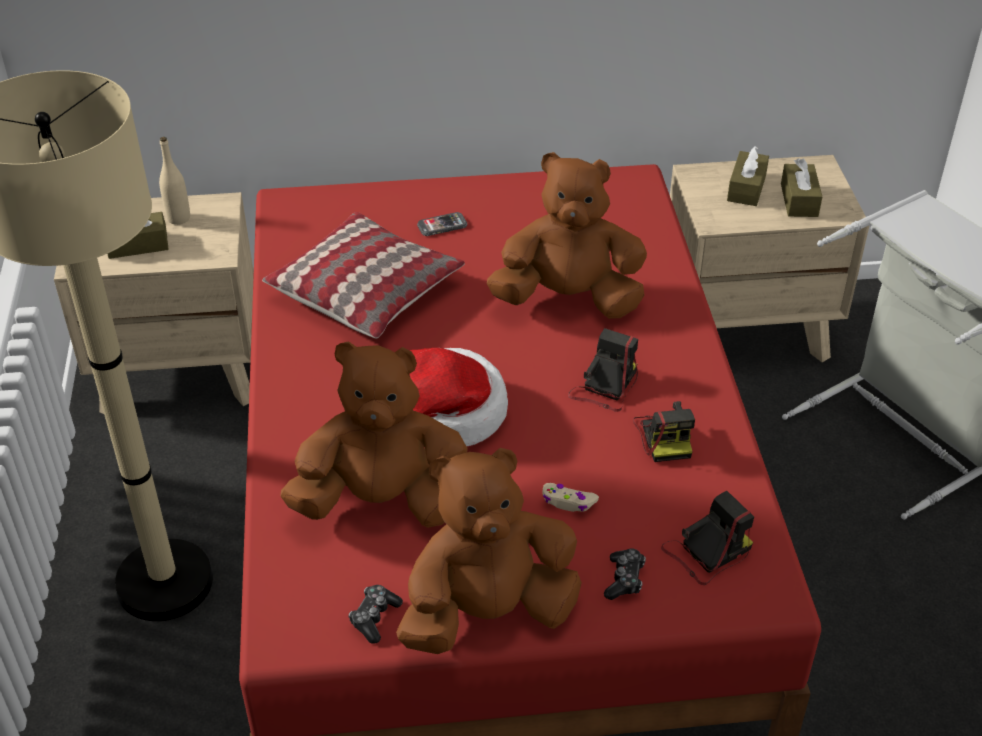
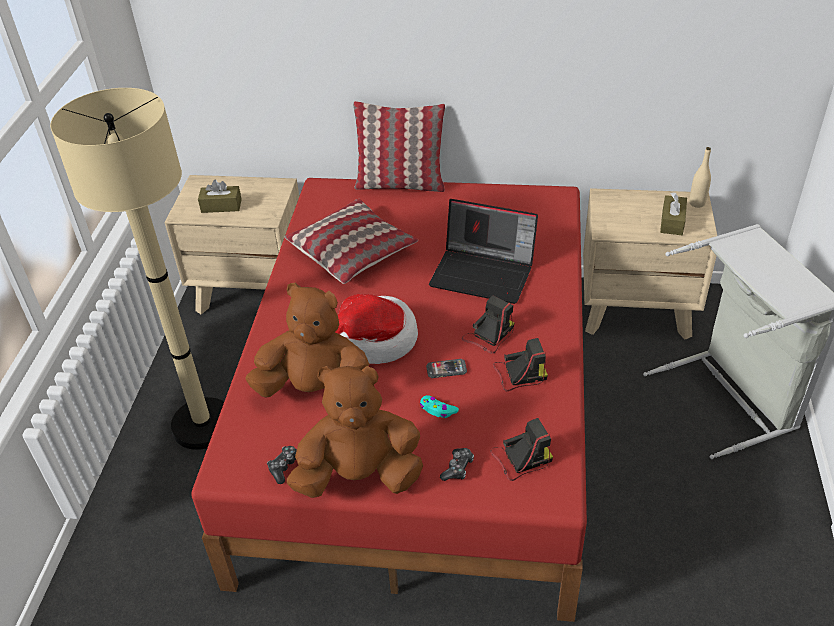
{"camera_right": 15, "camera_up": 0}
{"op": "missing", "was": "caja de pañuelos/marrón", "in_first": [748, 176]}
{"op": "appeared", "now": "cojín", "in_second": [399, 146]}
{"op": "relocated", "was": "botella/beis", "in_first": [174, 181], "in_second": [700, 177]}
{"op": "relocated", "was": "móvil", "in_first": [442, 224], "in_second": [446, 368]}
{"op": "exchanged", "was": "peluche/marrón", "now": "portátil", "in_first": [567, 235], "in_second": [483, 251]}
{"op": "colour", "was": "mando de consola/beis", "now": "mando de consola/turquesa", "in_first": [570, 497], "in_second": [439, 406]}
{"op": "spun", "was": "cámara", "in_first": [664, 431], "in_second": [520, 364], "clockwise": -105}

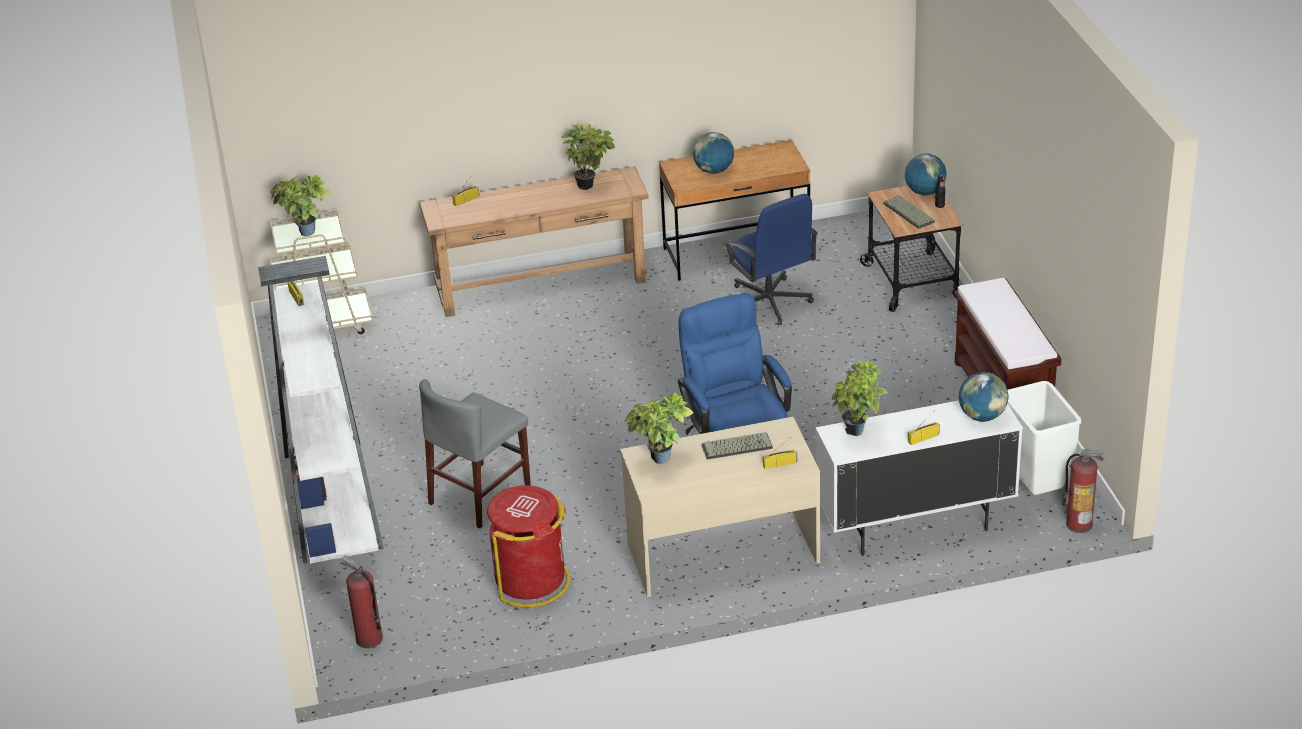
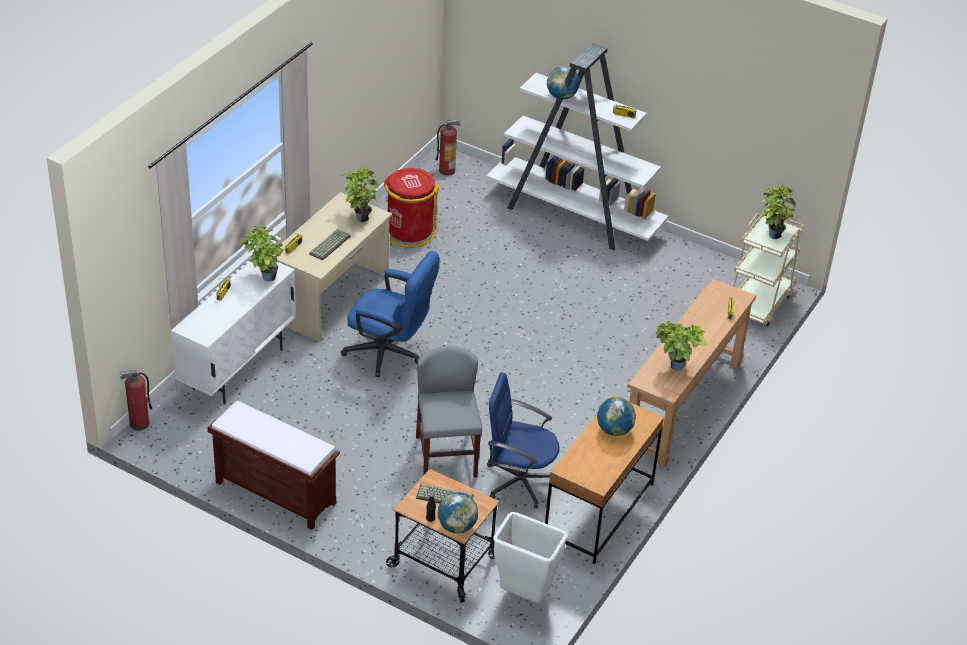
{"camera_right": 130, "camera_up": 5}
{"op": "relocated", "was": "silla/gris", "in_first": [475, 454], "in_second": [449, 412]}
{"op": "relocated", "was": "globo terráqueo", "in_first": [984, 397], "in_second": [563, 82]}
{"op": "relocated", "was": "papelera/blanco", "in_first": [1044, 438], "in_second": [530, 557]}

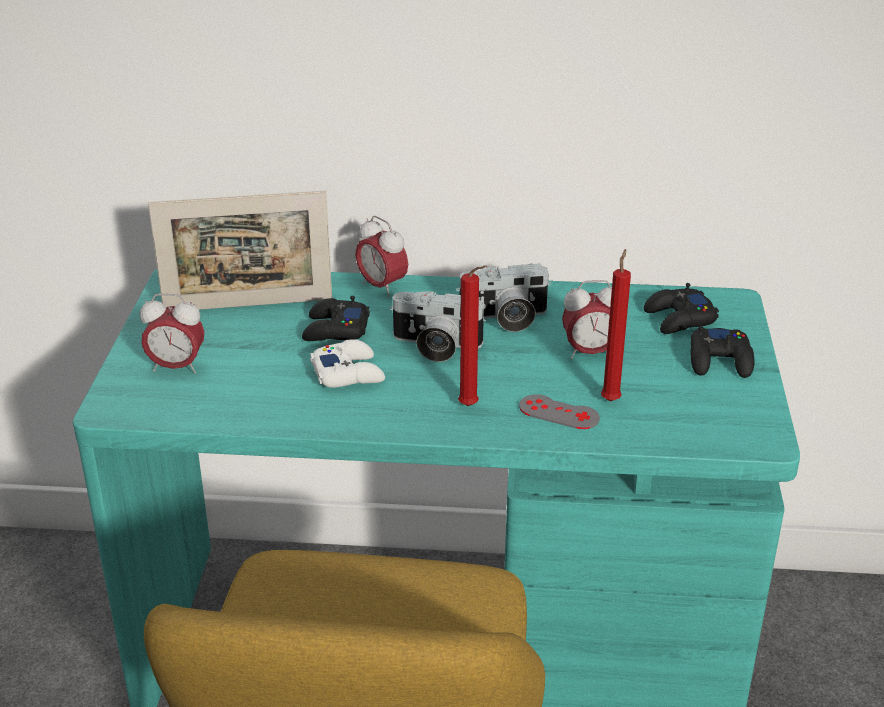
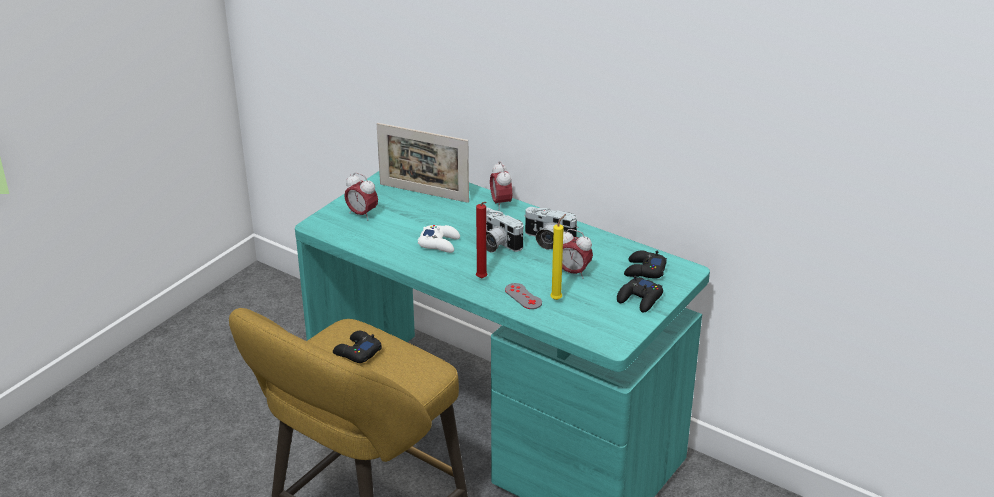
{"camera_right": 30, "camera_up": 0}
{"op": "relocated", "was": "mando de consola/negro", "in_first": [336, 318], "in_second": [357, 347]}
{"op": "colour", "was": "vela/rojo", "now": "vela/amarillo", "in_first": [616, 325], "in_second": [558, 257]}

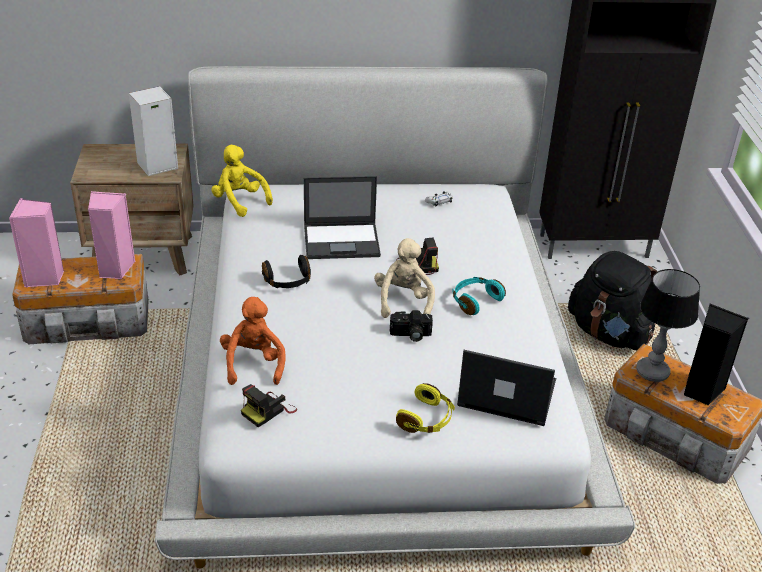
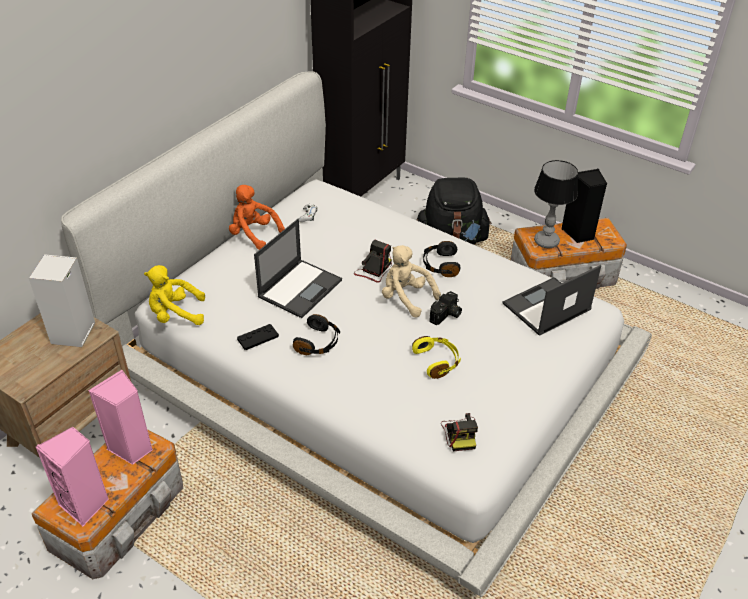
{"camera_right": -50, "camera_up": 5}
{"op": "appeared", "now": "mando de consola/negro", "in_second": [258, 337]}
{"op": "relocated", "was": "peluche/naranja", "in_first": [252, 341], "in_second": [257, 217]}
{"op": "relocated", "was": "auriculares/amarillo", "in_first": [425, 408], "in_second": [436, 357]}
{"op": "colour", "was": "auriculares/turquesa", "now": "auriculares/negro", "in_first": [479, 296], "in_second": [441, 259]}

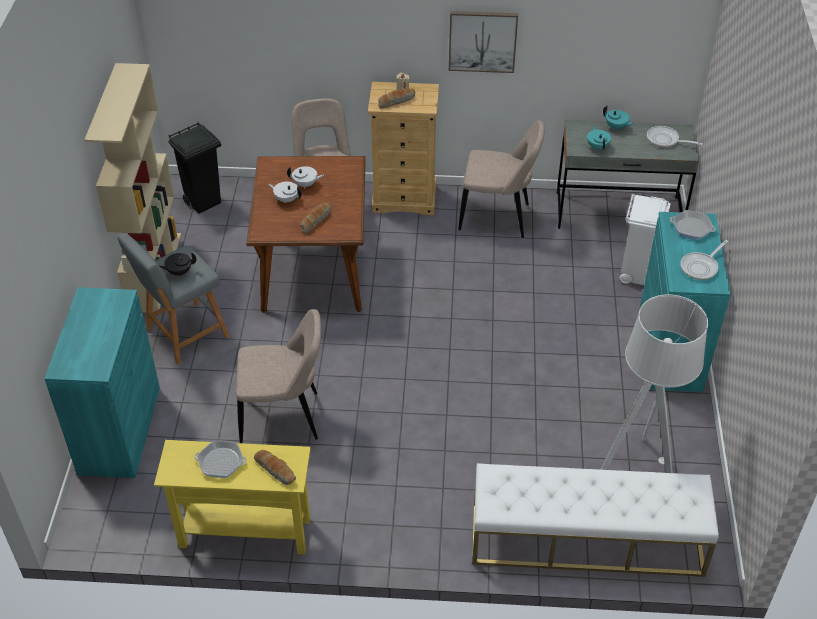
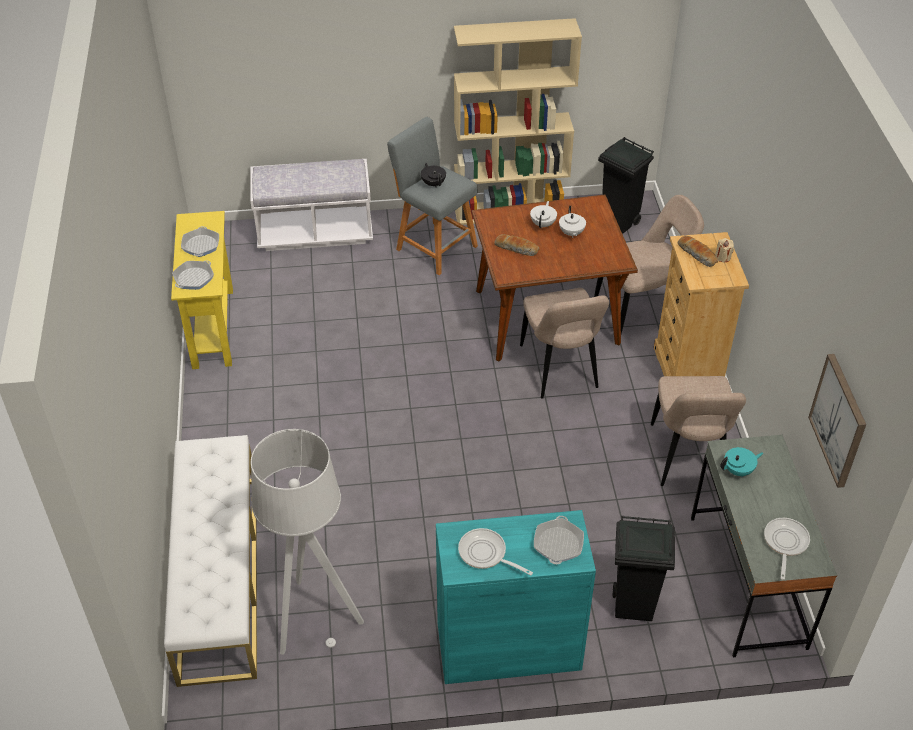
{"camera_right": 80, "camera_up": 0}
{"op": "missing", "was": "tetera/turquesa", "in_first": [619, 117]}
{"op": "relocated", "was": "silla/beis", "in_first": [278, 376], "in_second": [564, 343]}
{"op": "relocated", "was": "cuadro", "in_first": [483, 42], "in_second": [837, 421]}
{"op": "exchanged", "was": "armario/turquesa", "now": "banco/blanco", "in_first": [102, 382], "in_second": [311, 205]}
{"op": "exchanged", "was": "pan", "now": "sartén", "in_first": [275, 467], "in_second": [193, 275]}
{"op": "colour", "was": "papelera/blanco", "now": "papelera/negro", "in_first": [645, 239], "in_second": [643, 568]}

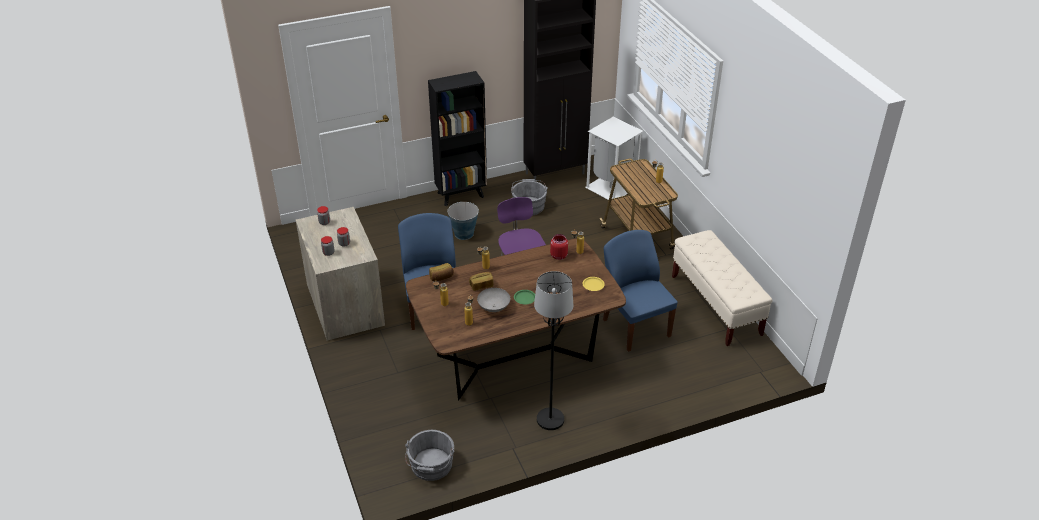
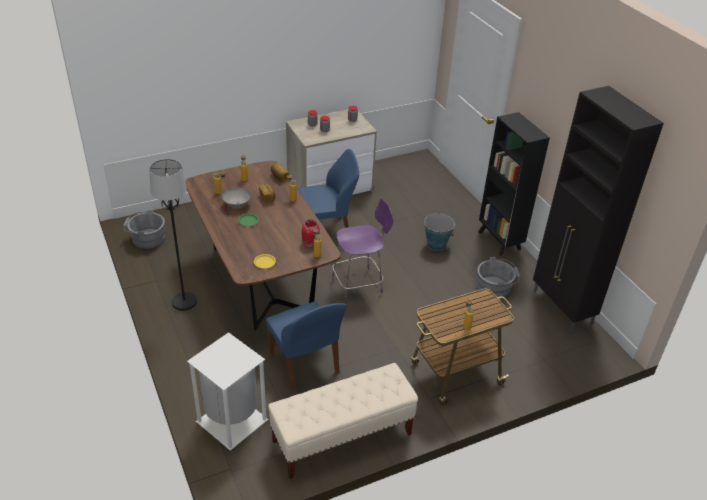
{"camera_right": 85, "camera_up": 0}
{"op": "relocated", "was": "papelera/blanco", "in_first": [614, 158], "in_second": [227, 391]}
{"op": "spun", "was": "silla/azul", "in_first": [640, 291], "in_second": [306, 346], "clockwise": 90}

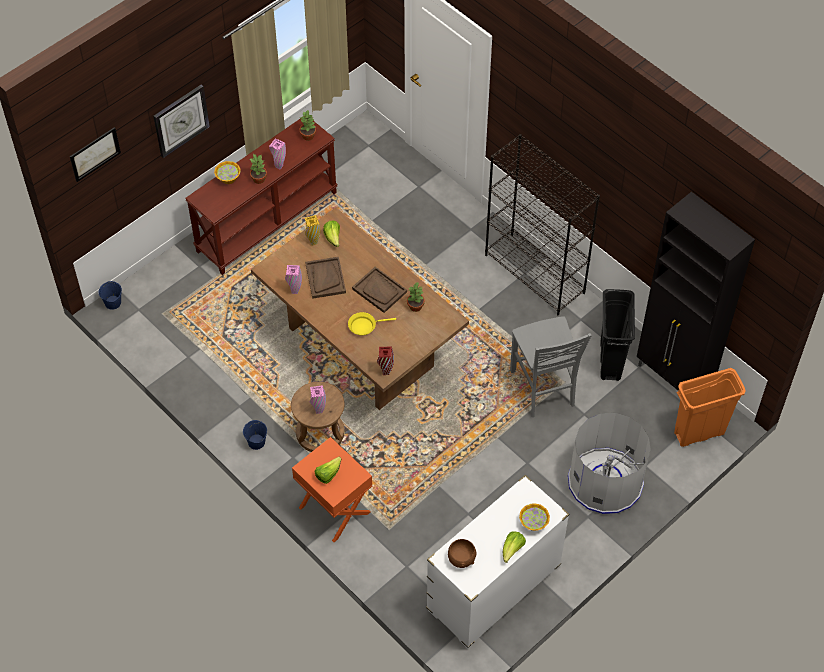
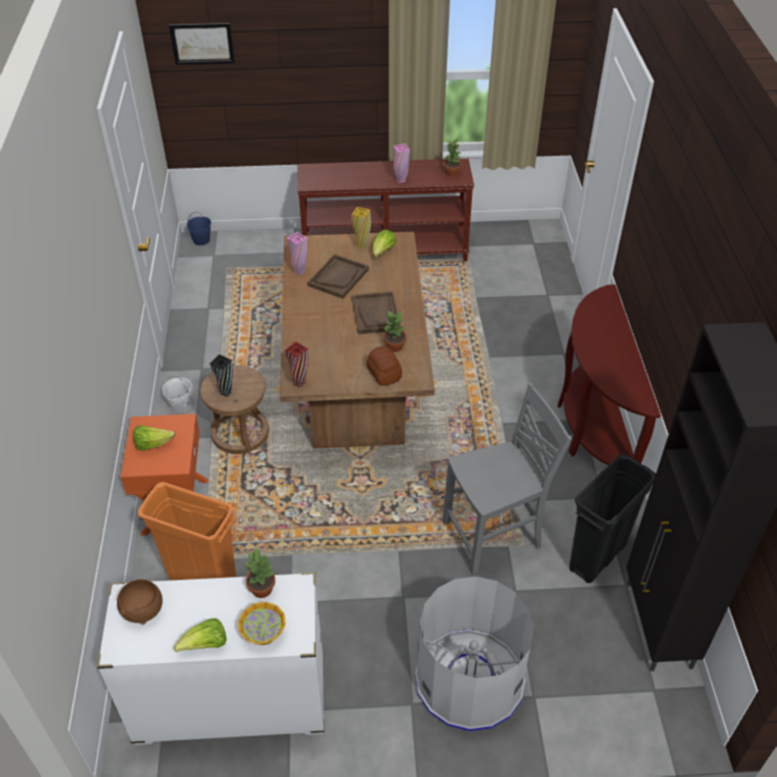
{"camera_right": 40, "camera_up": -10}
{"op": "missing", "was": "reloj de pared", "in_first": [181, 121]}
{"op": "missing", "was": "cuenco", "in_first": [227, 172]}
{"op": "missing", "was": "sartén/amarillo", "in_first": [372, 323]}
{"op": "appeared", "now": "pan", "in_second": [384, 366]}
{"op": "relocated", "was": "planta en maceta", "in_first": [258, 169], "in_second": [259, 572]}
{"op": "relocated", "was": "papelera/naranja", "in_first": [710, 407], "in_second": [187, 531]}
{"op": "exchanged", "was": "estantería/negro", "now": "mesa consola/marrón", "in_first": [542, 224], "in_second": [609, 375]}
{"op": "colour", "was": "cubo/azul", "now": "cubo/blanco", "in_first": [255, 435], "in_second": [177, 394]}
{"op": "colour", "was": "florero/rosa", "now": "florero/negro", "in_first": [318, 399], "in_second": [221, 375]}
{"op": "spun", "was": "silla/gris", "in_first": [551, 366], "in_second": [507, 479], "clockwise": -135}

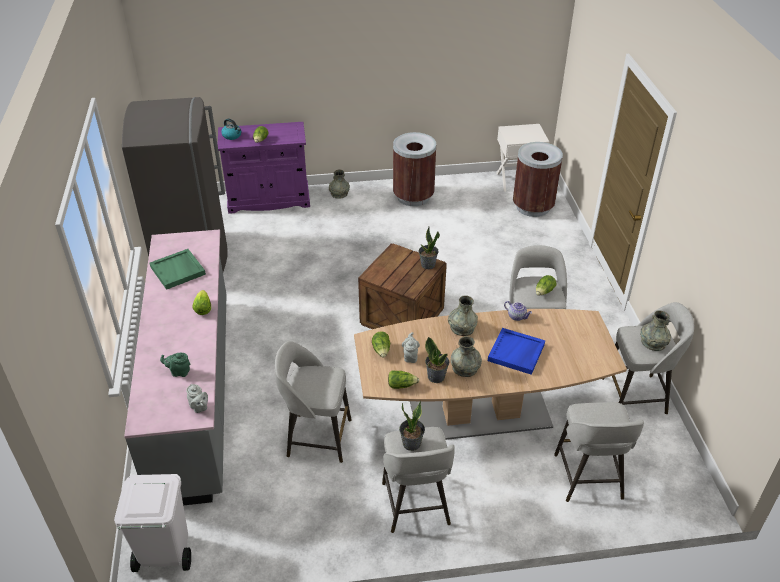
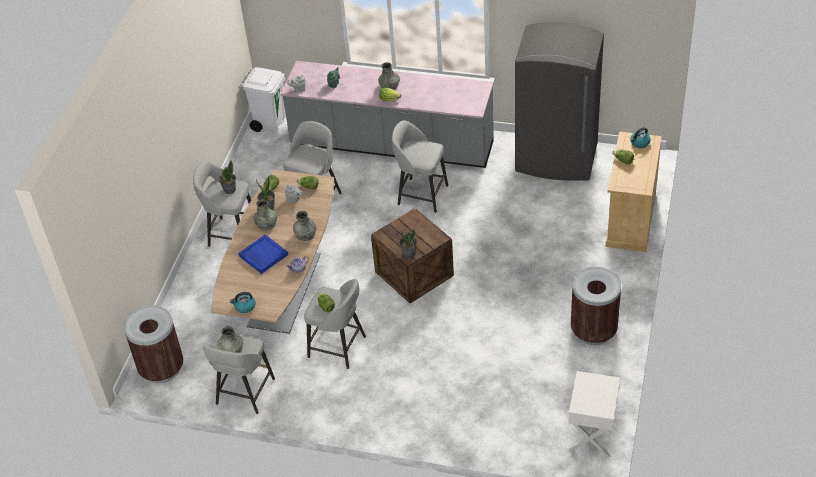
{"camera_right": 115, "camera_up": 5}
{"op": "missing", "was": "bandeja/verde", "in_first": [178, 269]}
{"op": "appeared", "now": "hervidor", "in_second": [243, 302]}
{"op": "relocated", "was": "florero/gris", "in_first": [339, 184], "in_second": [389, 76]}
{"op": "relocated", "was": "papelera/marrón", "in_first": [538, 179], "in_second": [153, 344]}
{"op": "relocated", "was": "taburete/gris", "in_first": [599, 452], "in_second": [420, 166]}
{"op": "colour", "was": "armario/morado", "now": "armario/beis", "in_first": [264, 168], "in_second": [634, 191]}

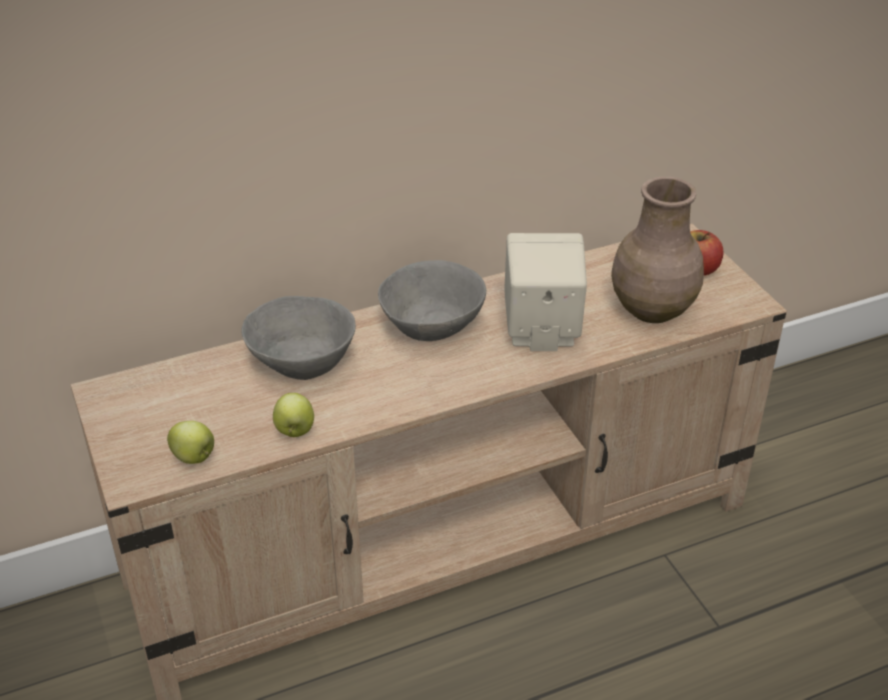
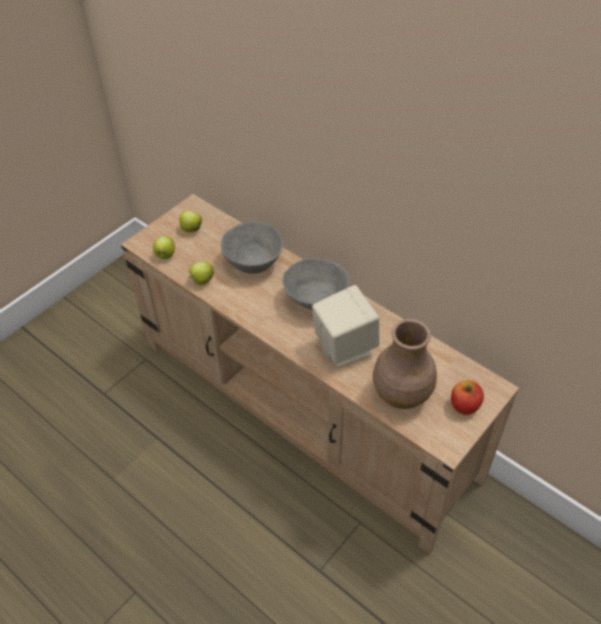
{"camera_right": 65, "camera_up": 10}
{"op": "appeared", "now": "manzana", "in_second": [190, 221]}

